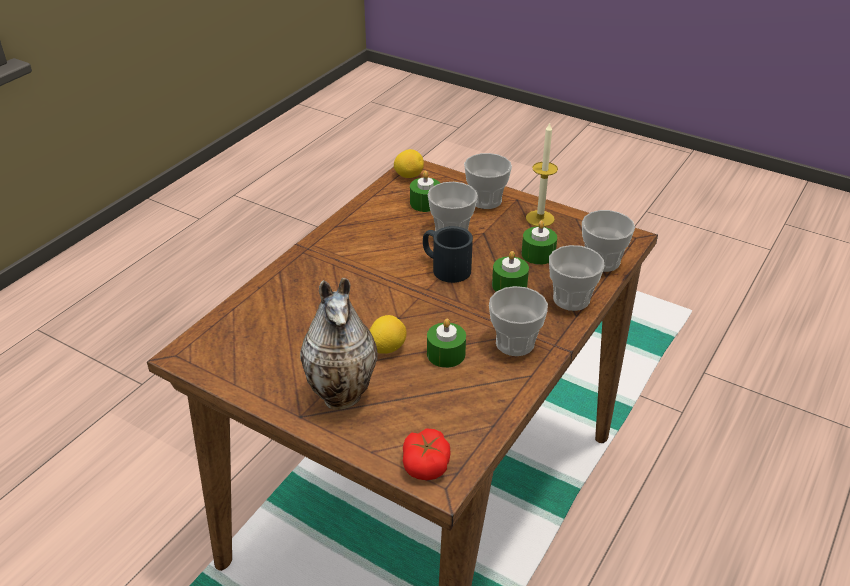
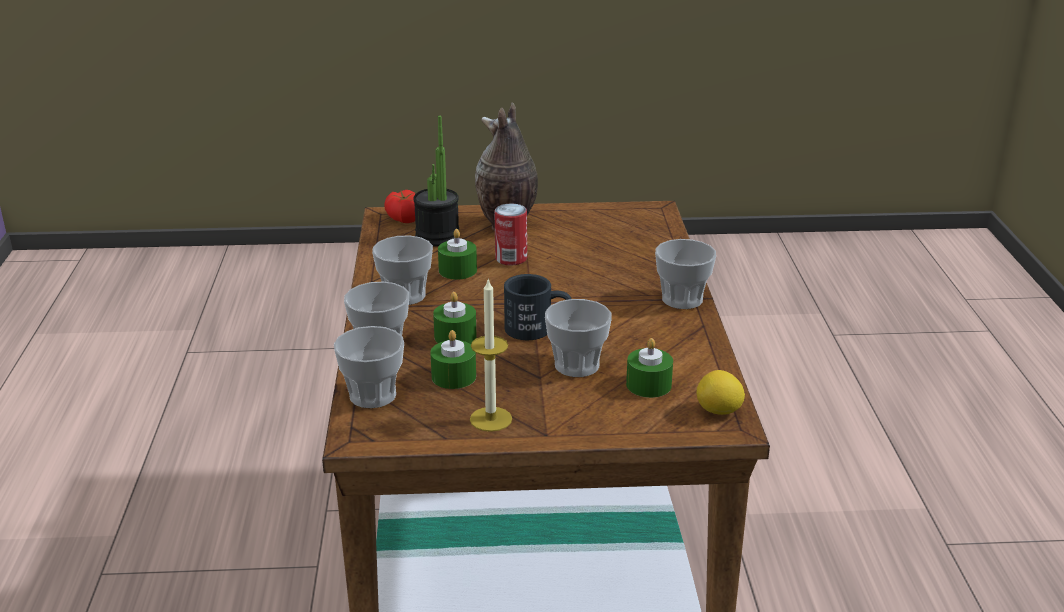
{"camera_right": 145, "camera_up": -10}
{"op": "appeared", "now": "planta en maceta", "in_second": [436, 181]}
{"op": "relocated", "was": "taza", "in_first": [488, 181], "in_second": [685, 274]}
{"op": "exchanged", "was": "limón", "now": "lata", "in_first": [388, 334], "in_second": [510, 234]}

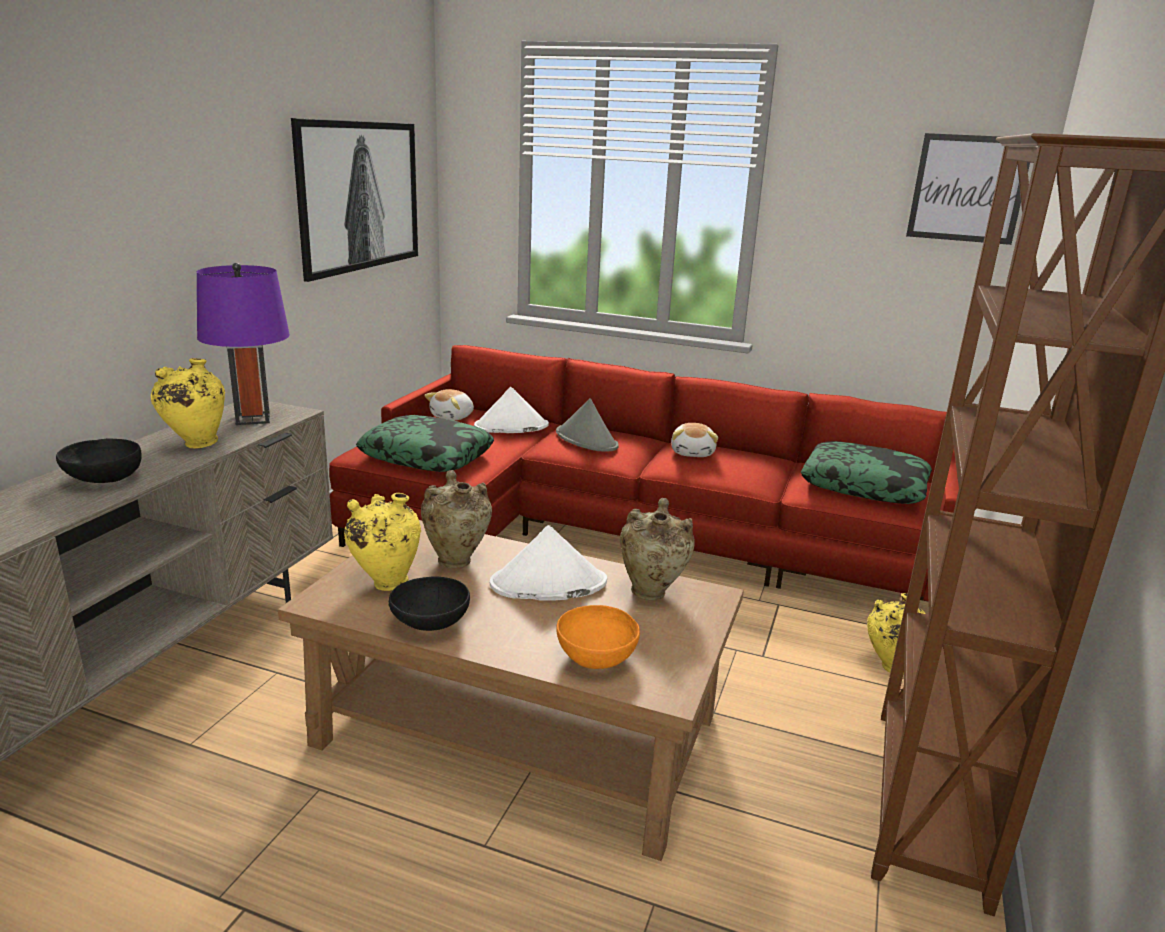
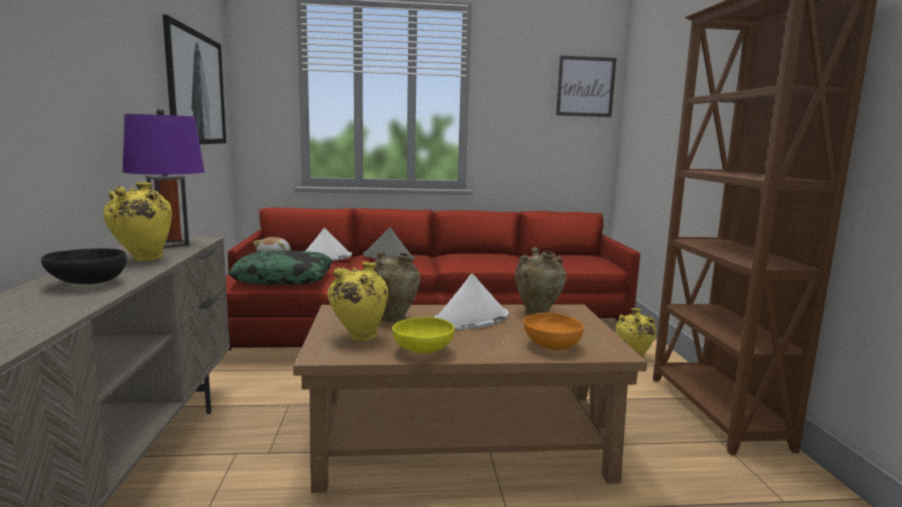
{"camera_right": -25, "camera_up": -10}
{"op": "missing", "was": "peluche", "in_first": [694, 440]}
{"op": "missing", "was": "cojín", "in_first": [866, 472]}
{"op": "colour", "was": "cuenco/negro", "now": "cuenco/amarillo", "in_first": [429, 603], "in_second": [423, 335]}

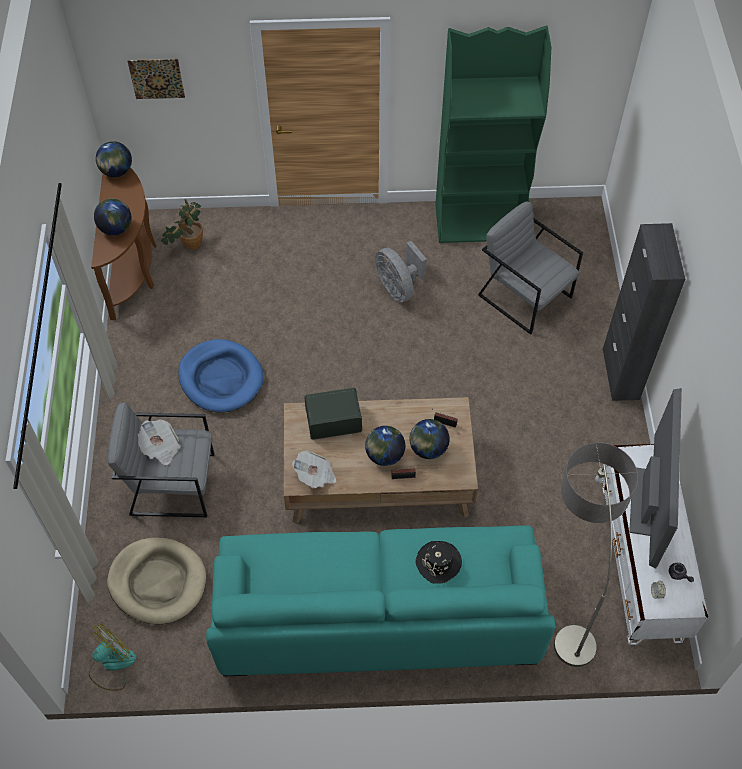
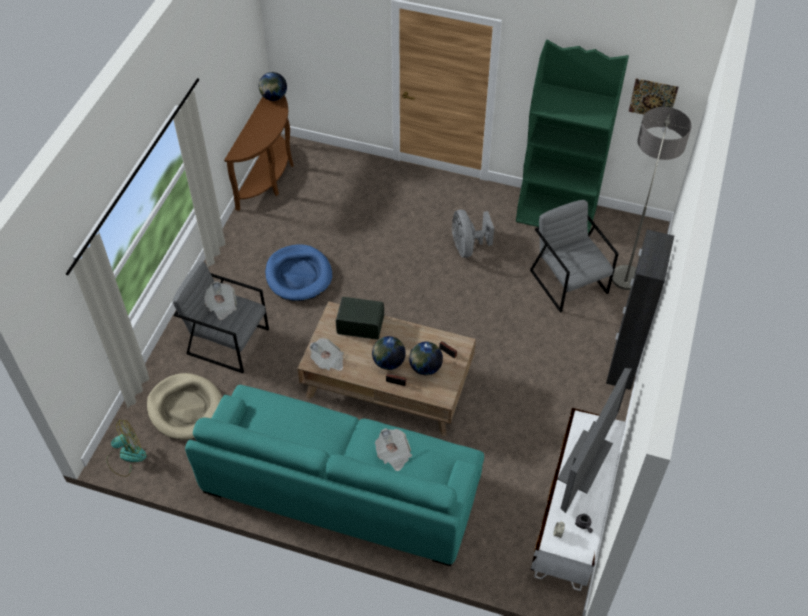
{"camera_right": 20, "camera_up": -5}
{"op": "missing", "was": "globo terráqueo", "in_first": [112, 217]}
{"op": "missing", "was": "planta en maceta", "in_first": [182, 224]}
{"op": "relocated", "was": "cuadro", "in_first": [156, 79], "in_second": [654, 96]}
{"op": "relocated", "was": "lámpara de pie", "in_first": [596, 555], "in_second": [652, 198]}
{"op": "exchanged", "was": "sombrero/negro", "now": "periódico", "in_first": [439, 562], "in_second": [393, 449]}

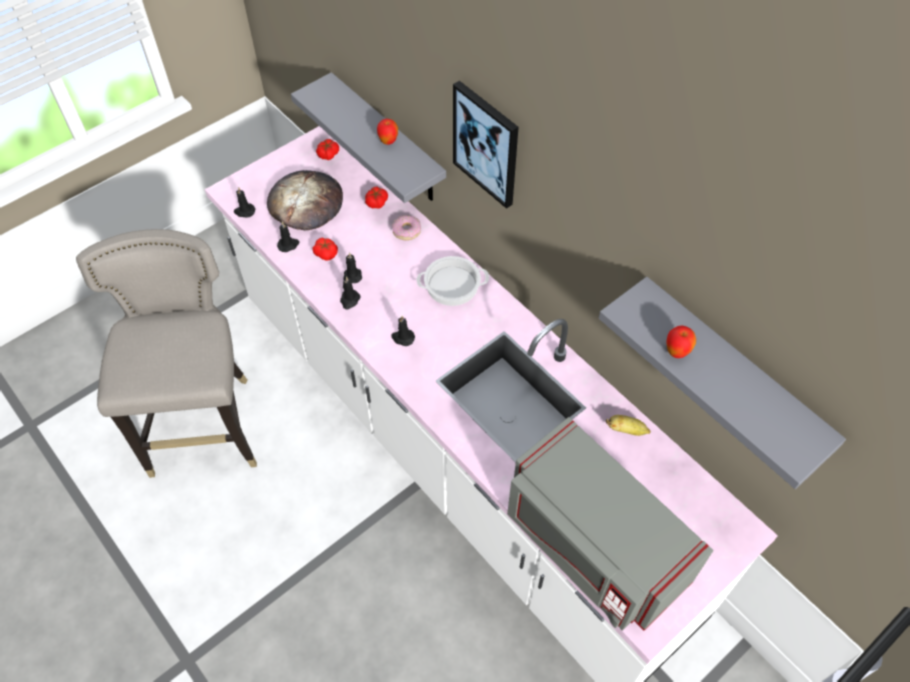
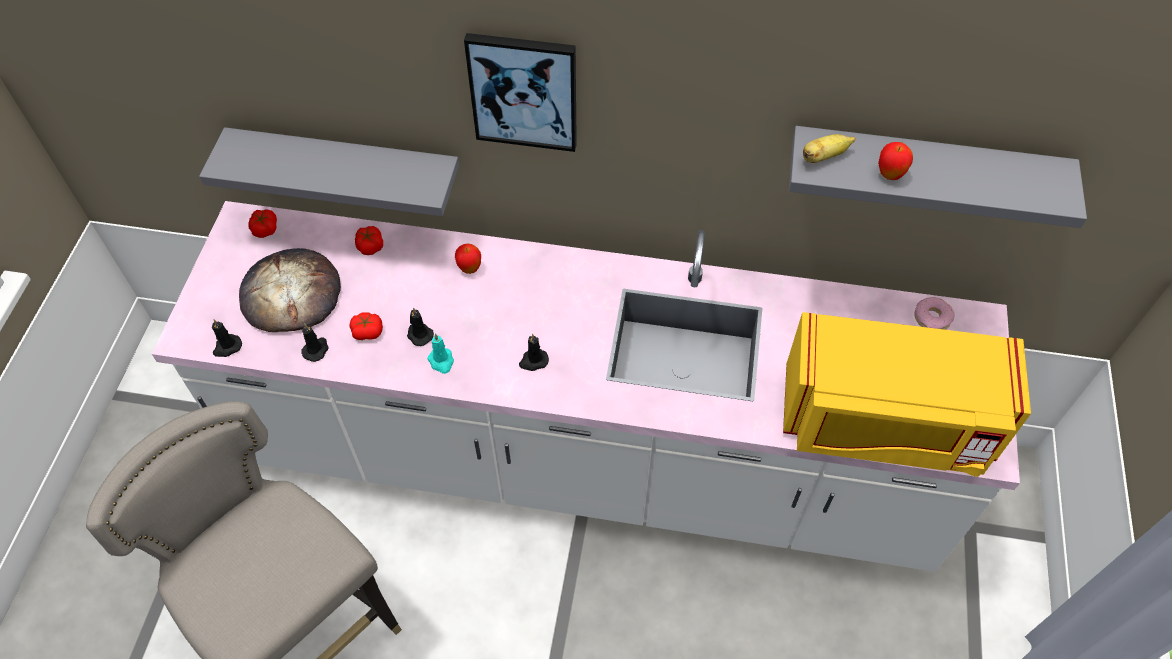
{"camera_right": -40, "camera_up": 0}
{"op": "missing", "was": "olla", "in_first": [452, 281]}
{"op": "relocated", "was": "manzana", "in_first": [387, 132], "in_second": [468, 259]}
{"op": "relocated", "was": "rosquilla", "in_first": [406, 227], "in_second": [934, 313]}
{"op": "relocated", "was": "plátano", "in_first": [628, 425], "in_second": [829, 148]}
{"op": "colour", "was": "vela/negro", "now": "vela/turquesa", "in_first": [350, 292], "in_second": [440, 353]}
{"op": "colour", "was": "microondas/gris", "now": "microondas/amarillo", "in_first": [610, 524], "in_second": [907, 394]}

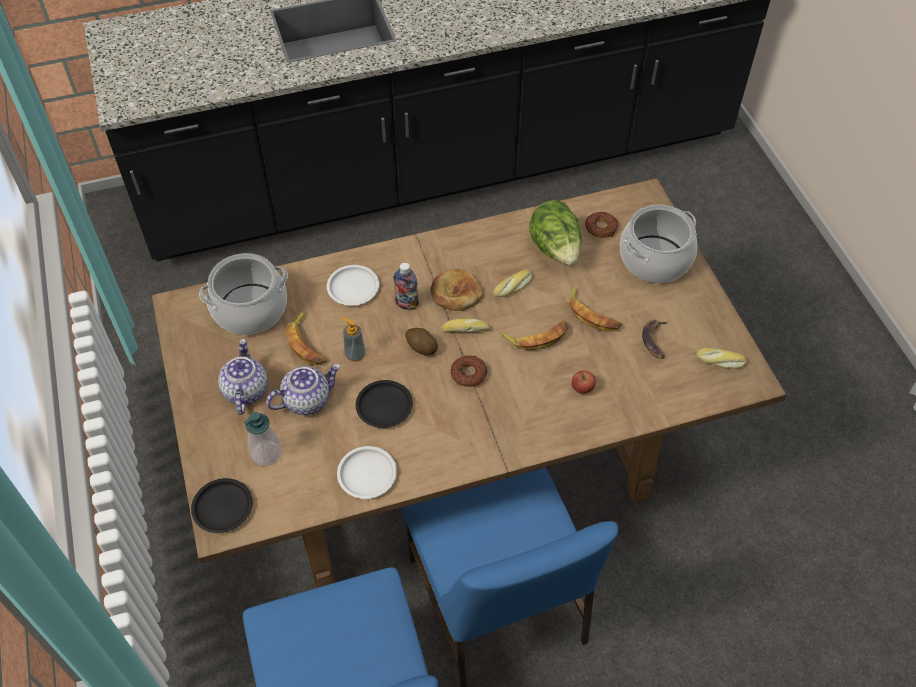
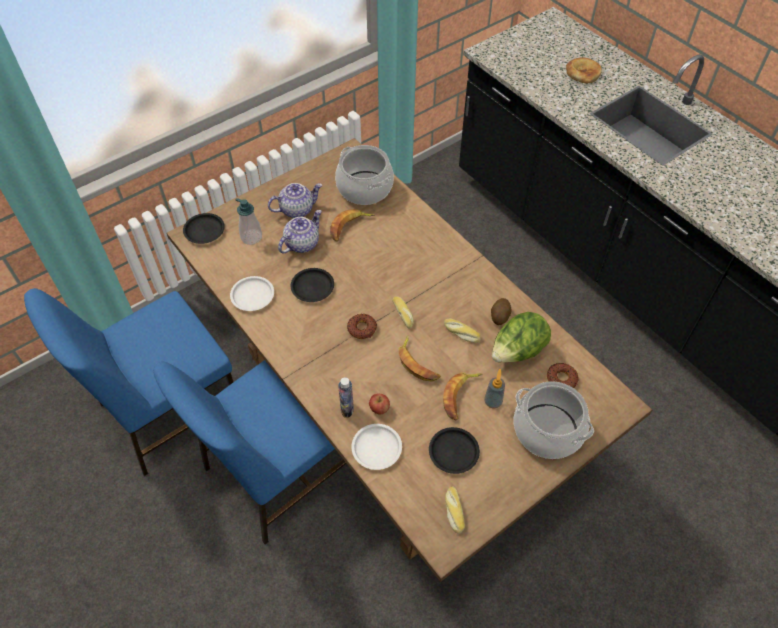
{"camera_right": 70, "camera_up": 0}
{"op": "relocated", "was": "plato/blanco", "in_first": [353, 285], "in_second": [376, 447]}
{"op": "relocated", "was": "dispensador de jabón", "in_first": [353, 339], "in_second": [494, 388]}
{"op": "relocated", "was": "botella", "in_first": [406, 286], "in_second": [346, 397]}
{"op": "relocated", "was": "patata", "in_first": [421, 342], "in_second": [501, 311]}
{"op": "relocated", "was": "pan", "in_first": [456, 290], "in_second": [584, 70]}
{"op": "exchanged", "was": "plátano", "now": "plato/negro", "in_first": [655, 339], "in_second": [454, 450]}
{"op": "spun", "was": "tetera", "in_first": [303, 389], "in_second": [300, 232], "clockwise": -90}

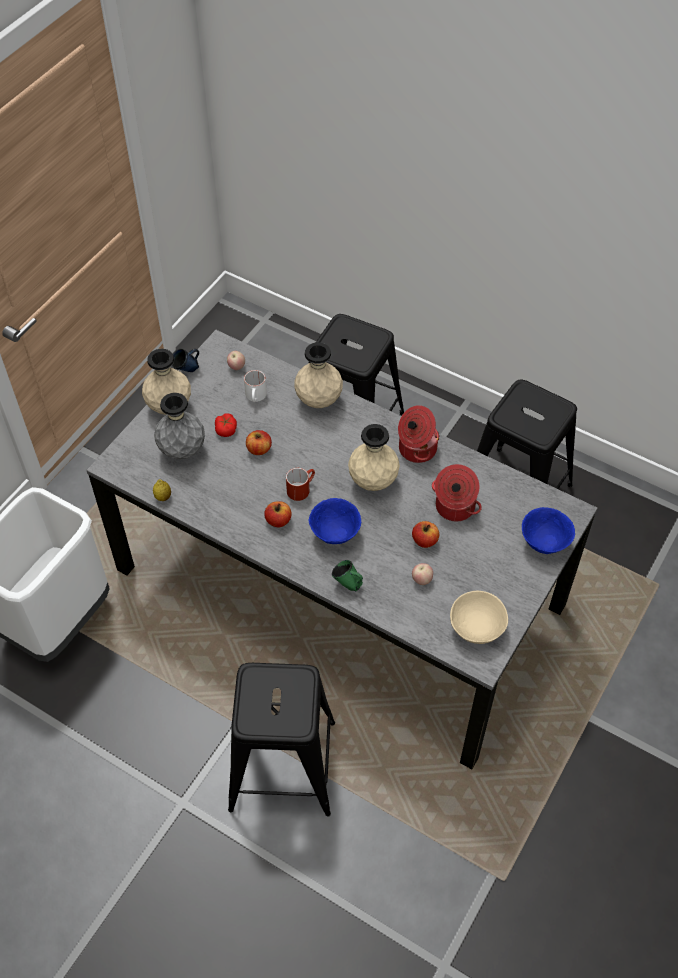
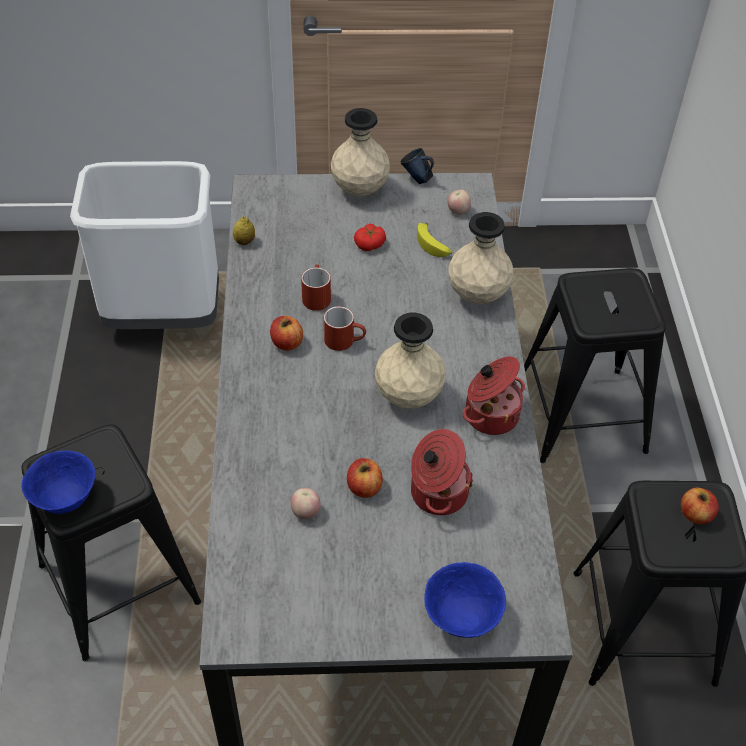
{"camera_right": 55, "camera_up": -5}
{"op": "missing", "was": "florero/gris", "in_first": [179, 426]}
{"op": "missing", "was": "taza grande/verde", "in_first": [347, 575]}
{"op": "missing", "was": "cuenco/beis", "in_first": [479, 617]}
{"op": "appeared", "now": "taza grande/rojo", "in_second": [316, 287]}
{"op": "relocated", "was": "manzana", "in_first": [259, 442], "in_second": [700, 506]}
{"op": "relocated", "was": "cuenco/azul", "in_first": [335, 521], "in_second": [58, 482]}
{"op": "exchanged", "was": "taza grande/blanco", "now": "plátano", "in_first": [255, 386], "in_second": [434, 239]}

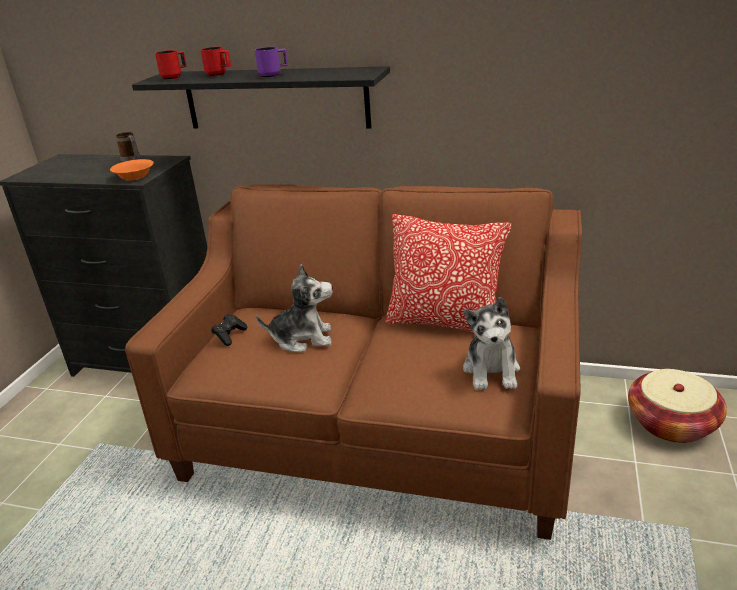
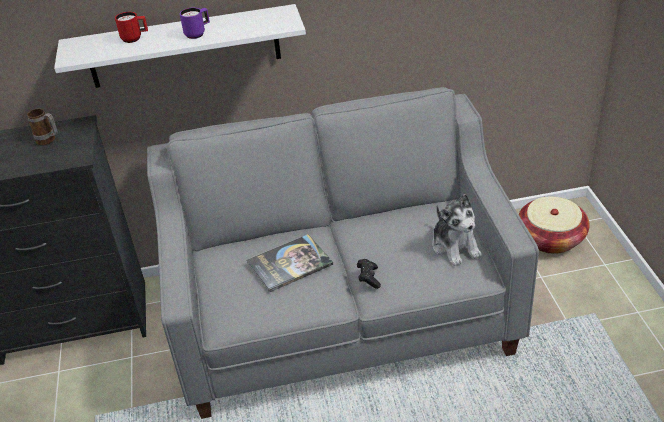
{"camera_right": -25, "camera_up": 10}
{"op": "missing", "was": "cuenco/naranja", "in_first": [132, 170]}
{"op": "missing", "was": "taza grande/rojo", "in_first": [171, 65]}
{"op": "missing", "was": "cojín", "in_first": [448, 273]}
{"op": "relocated", "was": "mando de consola/negro", "in_first": [229, 330], "in_second": [369, 274]}
{"op": "exchanged", "was": "peluche", "now": "libro", "in_first": [294, 308], "in_second": [290, 263]}
{"op": "colour", "was": "sofá/marrón", "now": "sofá/gris", "in_first": [353, 362], "in_second": [343, 253]}
{"op": "colour", "was": "estante/negro", "now": "estante/blanco", "in_first": [261, 97], "in_second": [180, 46]}

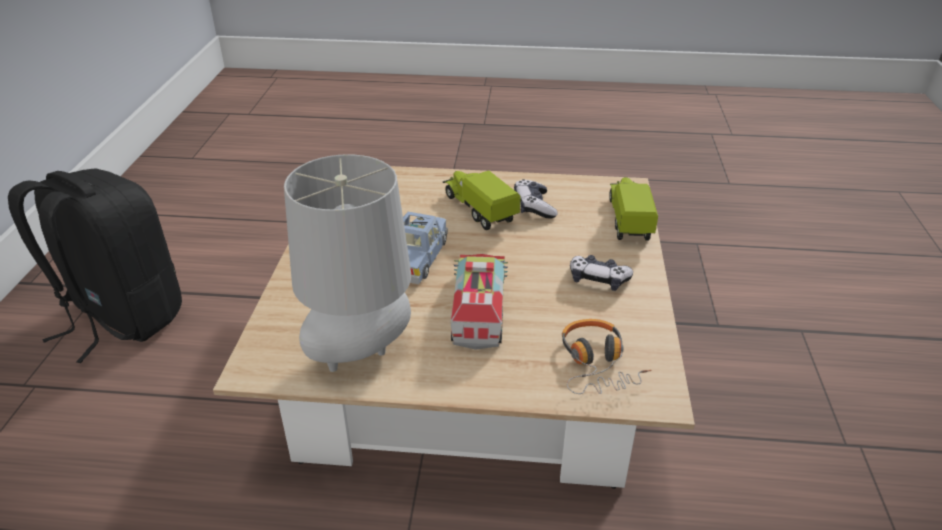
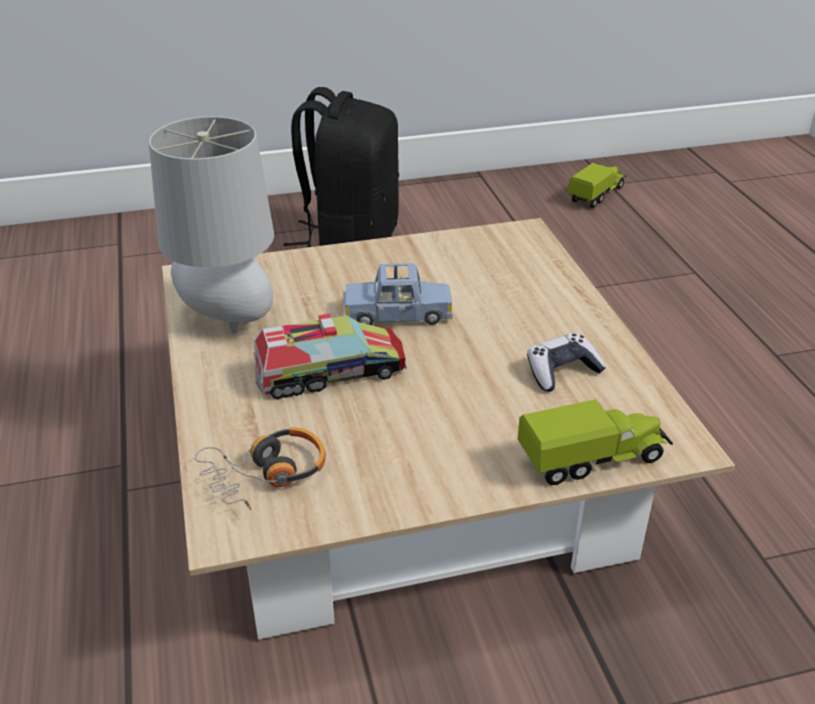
{"camera_right": 70, "camera_up": 0}
{"op": "missing", "was": "mando de consola", "in_first": [601, 273]}
{"op": "relocated", "was": "camión de juguete", "in_first": [482, 200], "in_second": [597, 185]}

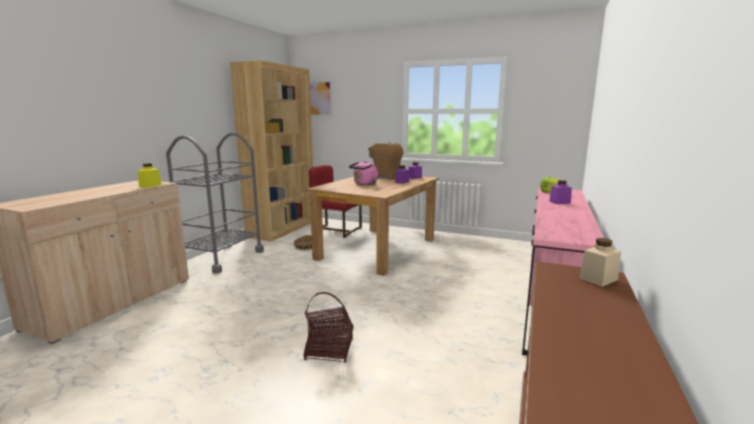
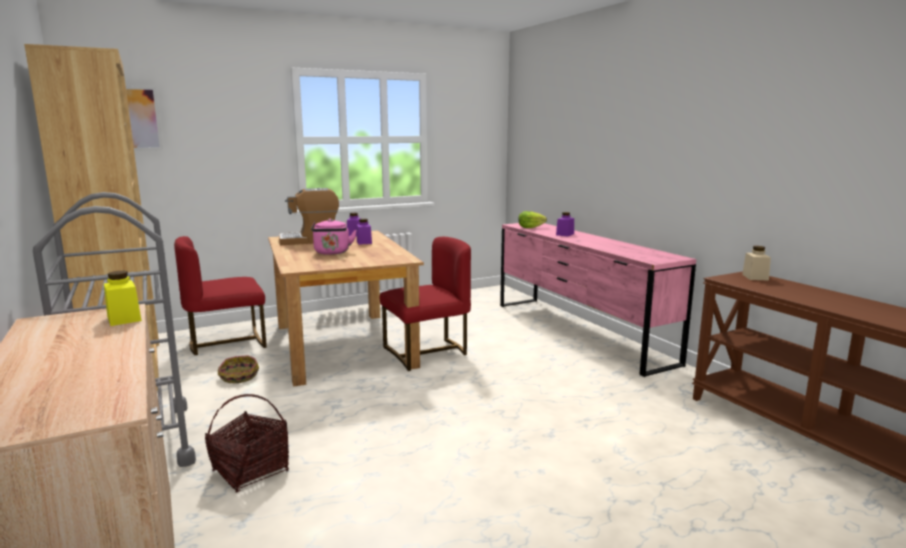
{"camera_right": -50, "camera_up": 0}
{"op": "appeared", "now": "silla/rojo", "in_second": [425, 304]}
{"op": "relocated", "was": "cesta", "in_first": [328, 327], "in_second": [247, 443]}

